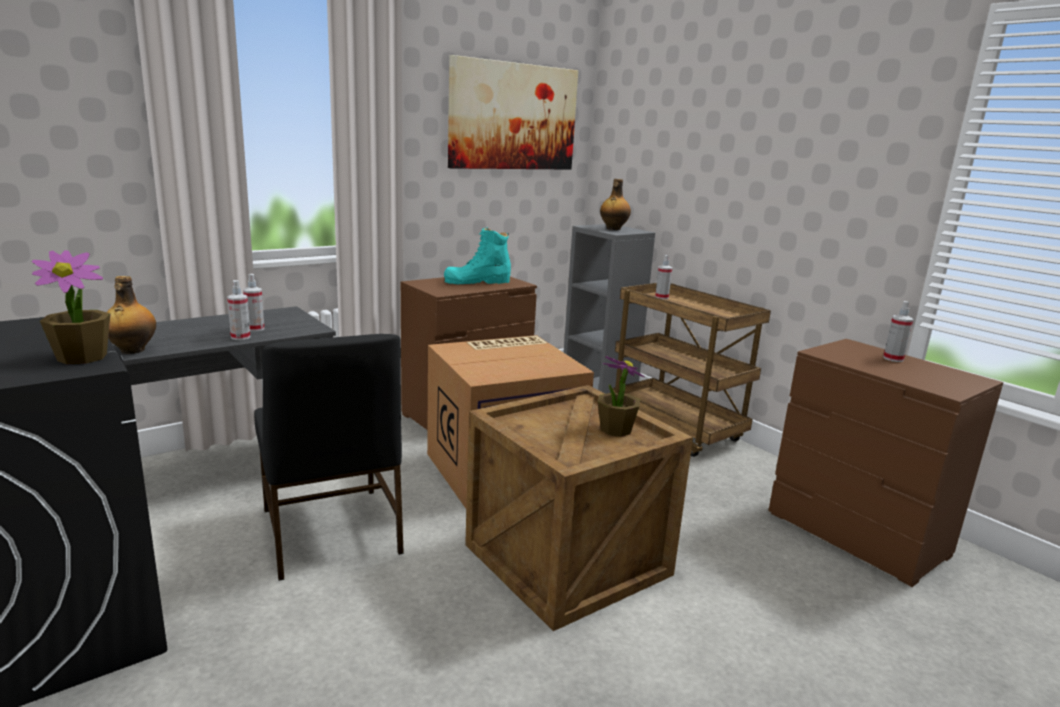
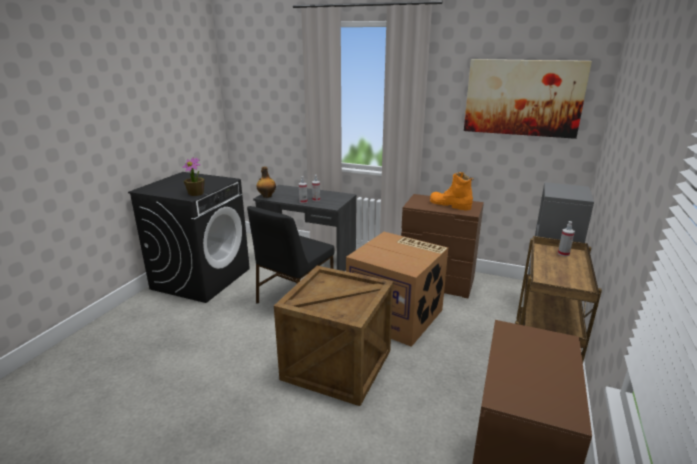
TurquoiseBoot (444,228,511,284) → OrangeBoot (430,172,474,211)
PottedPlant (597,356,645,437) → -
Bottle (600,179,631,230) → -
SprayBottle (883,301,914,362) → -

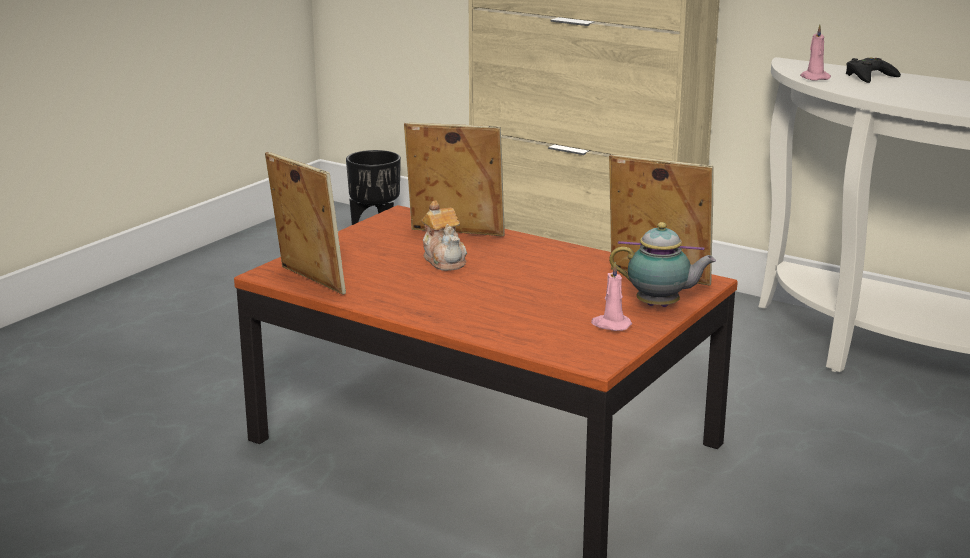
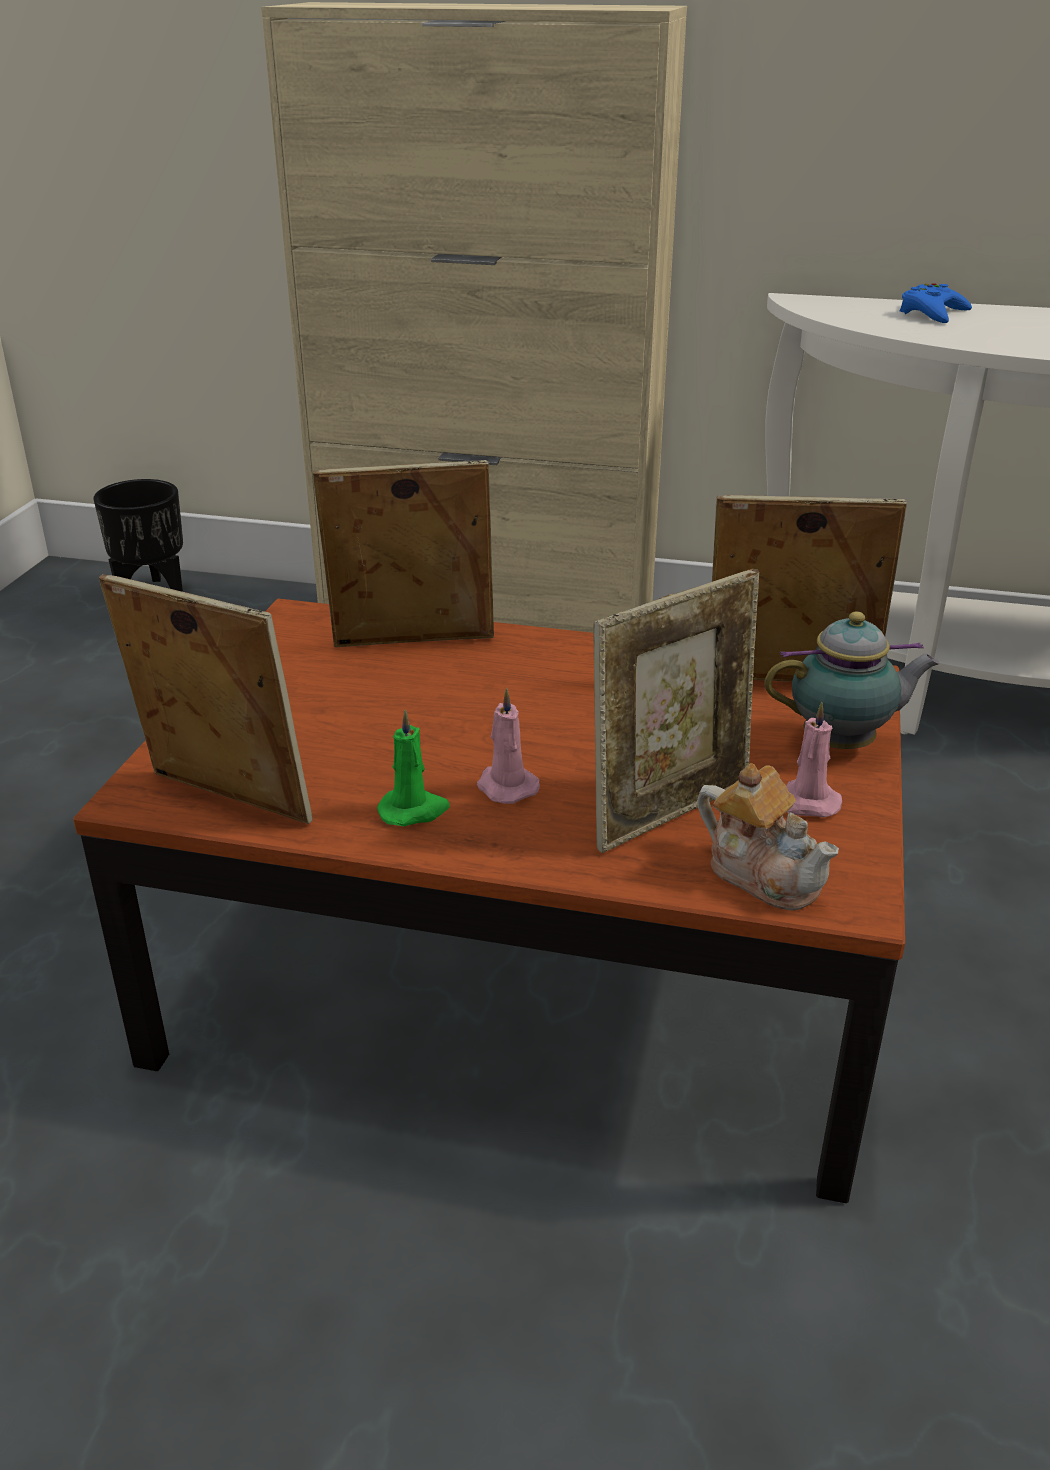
- → GreenCandle (377,709,450,826)
PinkCandle (800,25,831,81) → PinkCandle (477,688,540,804), moved
- → PictureFrame (594,569,759,853)
Teapot (421,200,467,271) → Teapot (697,763,839,911), moved
BlackGameController (846,58,901,83) → BlueGameController (900,283,972,323)

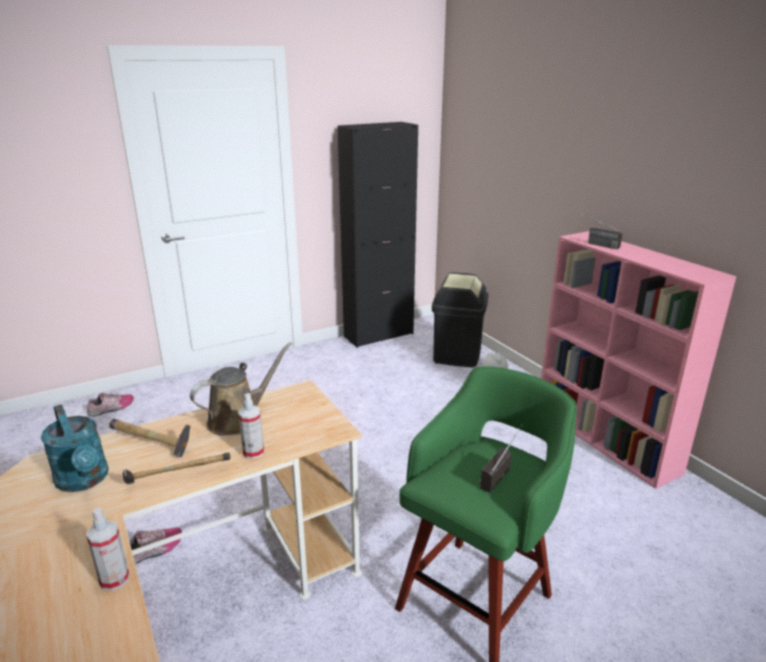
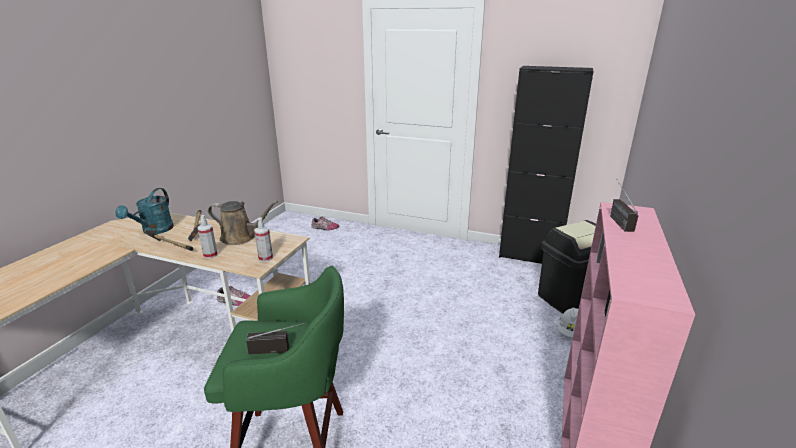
SprayBottle (86,508,129,591) → SprayBottle (254,217,273,262), moved

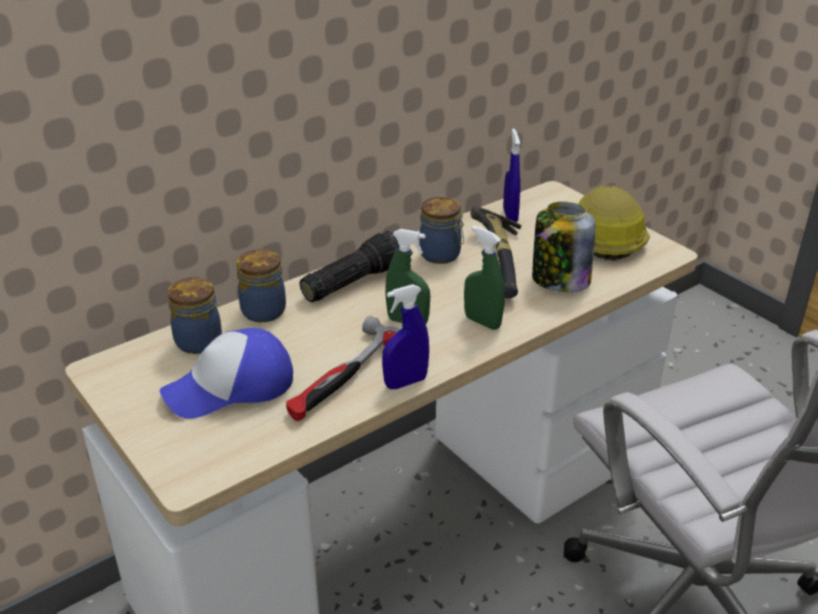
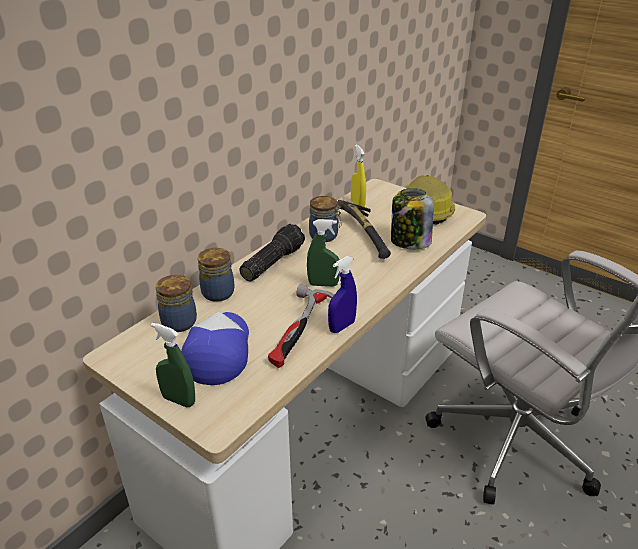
GreenSprayBottle (464,225,505,330) → GreenSprayBottle (151,323,195,407), moved
Cap (160,328,293,419) → Cap (181,312,249,385), 135 degrees clockwise
BlueSprayBottle (503,129,521,222) → YellowSprayBottle (351,144,366,207)

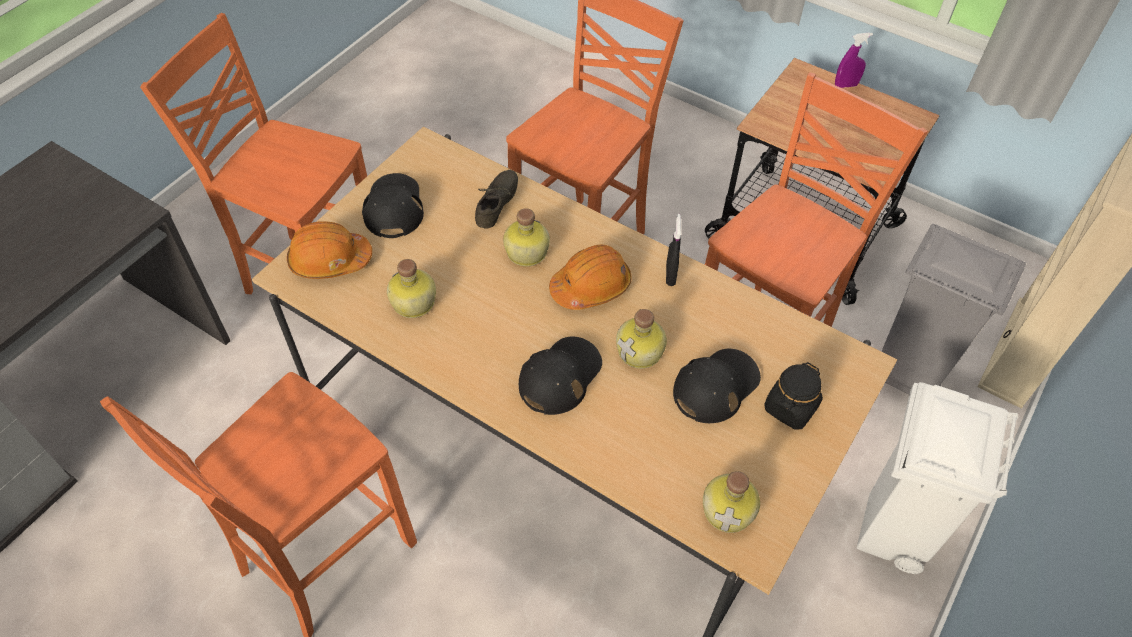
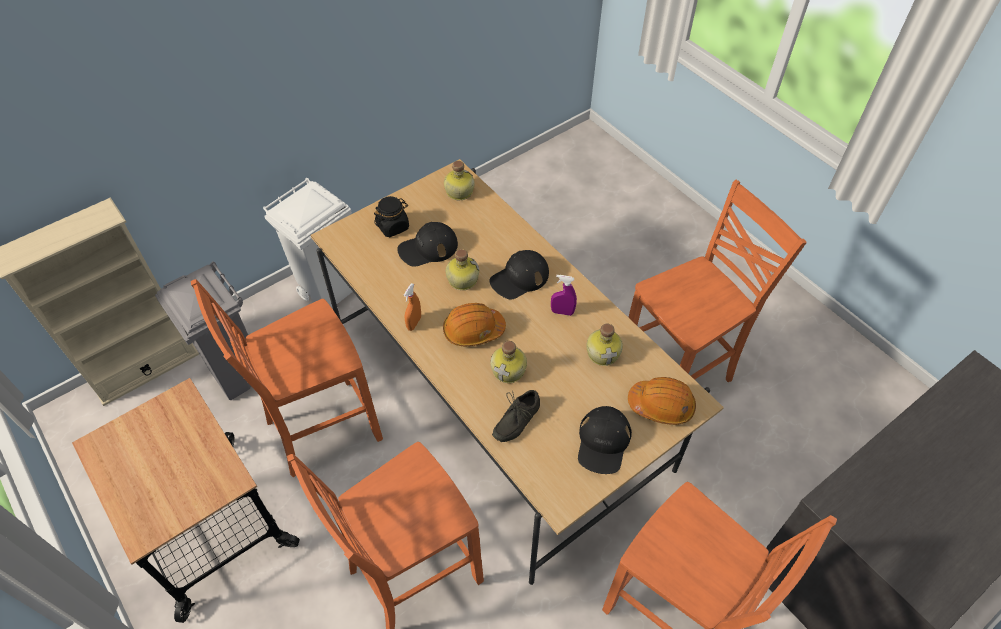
BlackSprayBottle (666,214,681,286) → OrangeSprayBottle (404,283,421,331)
PurpleSprayBottle (835,33,873,88) → PurpleSprayBottle (551,275,577,316), moved

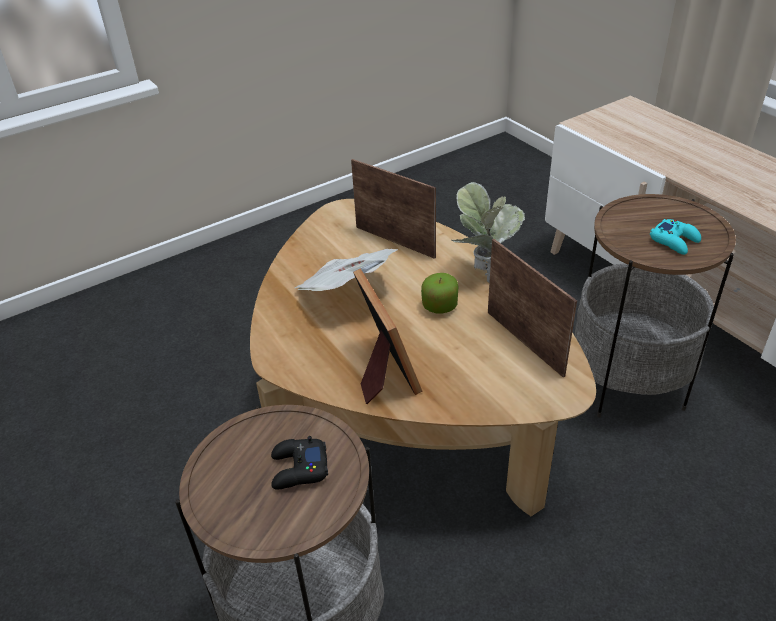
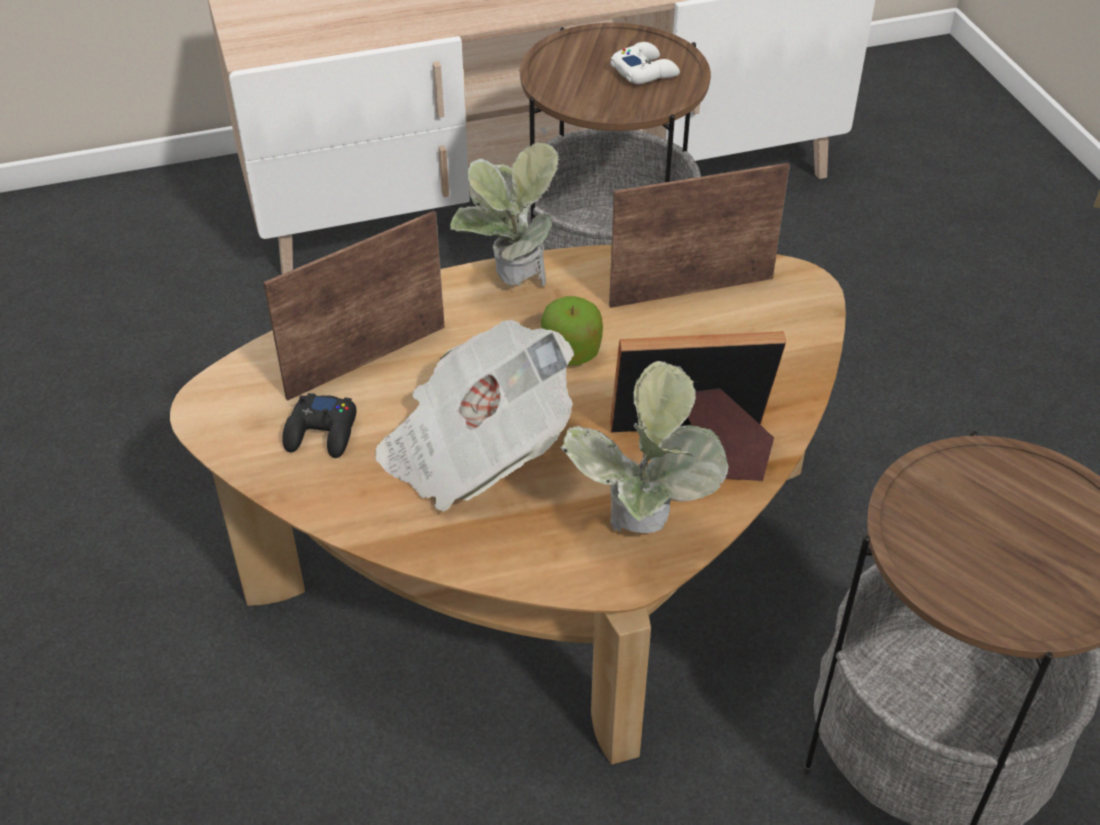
BlackGameController (271,436,328,489) → BlackGameController (282,393,356,458), moved
- → PottedPlant (560,361,729,533)
TurquoiseGameController (650,219,701,255) → WhiteGameController (610,42,680,84)

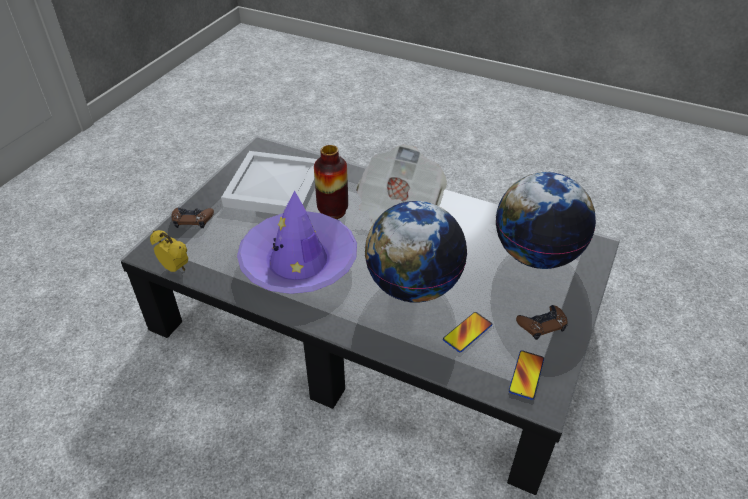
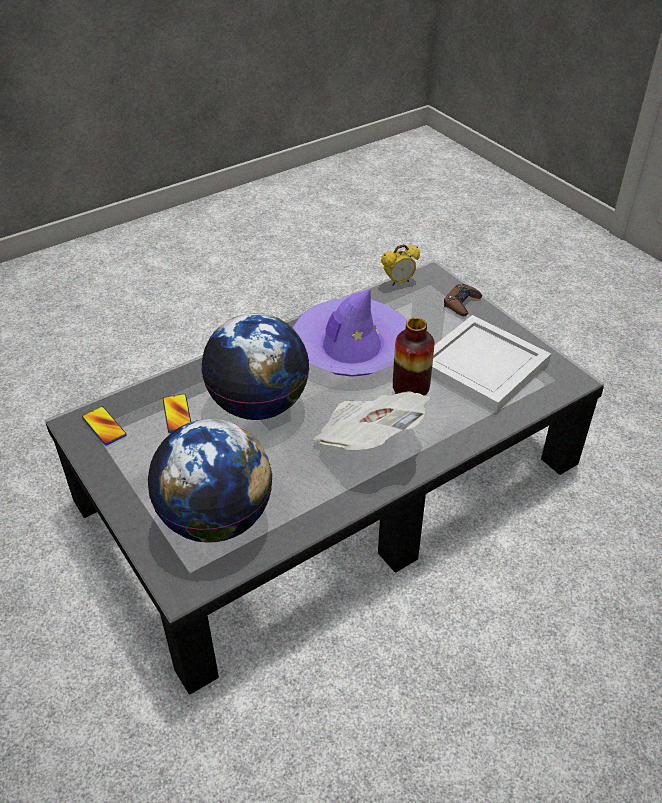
BrownGameController (516,305,568,340) → -

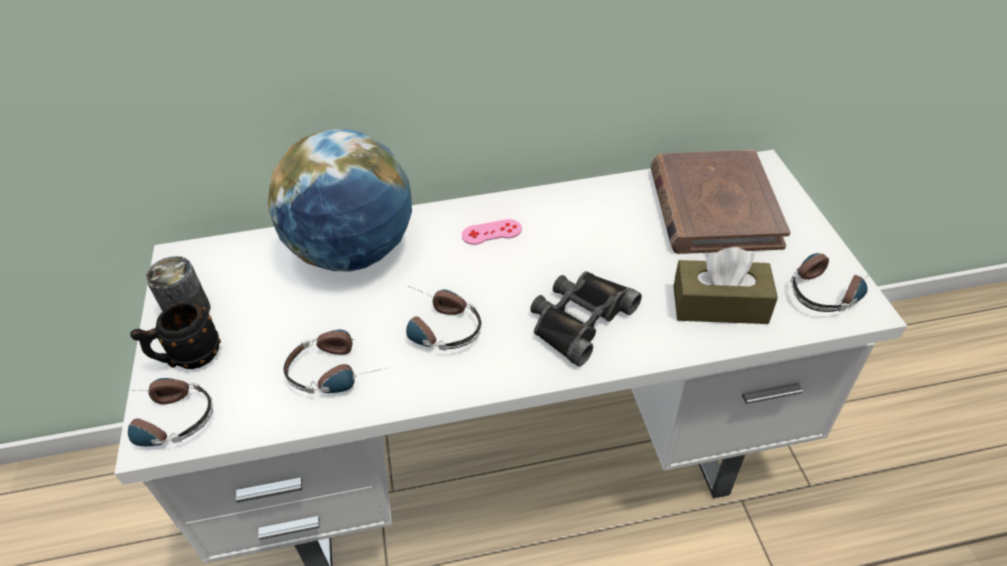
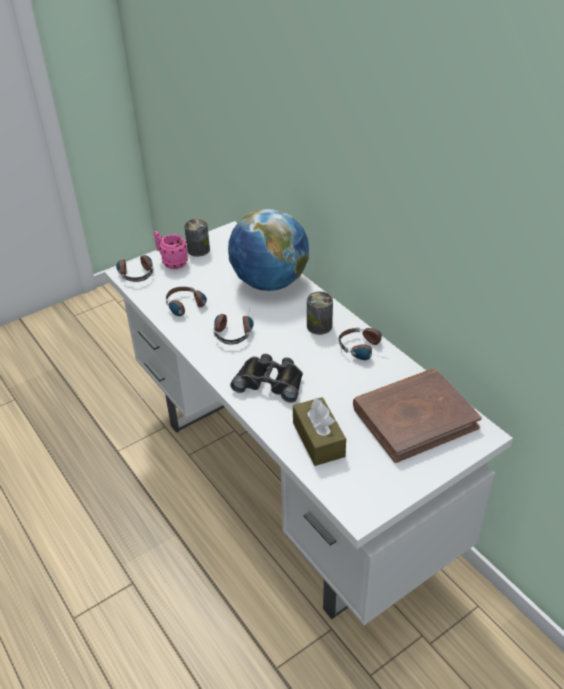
BlackMug (130,302,221,369) → PinkMug (153,231,188,269)
PinkGameController (462,219,522,245) → Can (307,292,333,335)
Headphones (791,253,877,312) → Headphones (339,327,384,360), moved

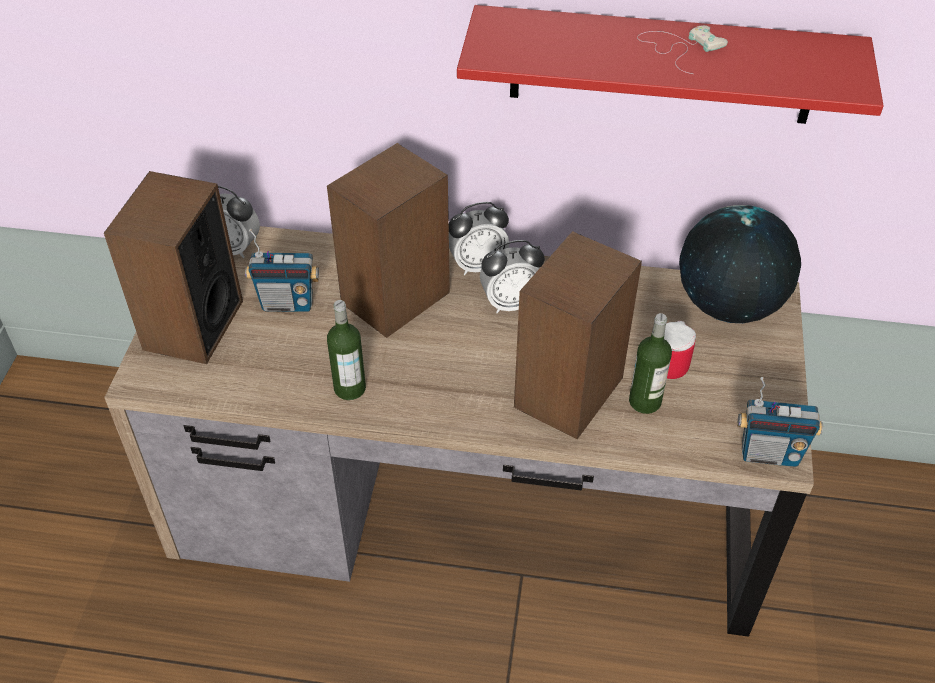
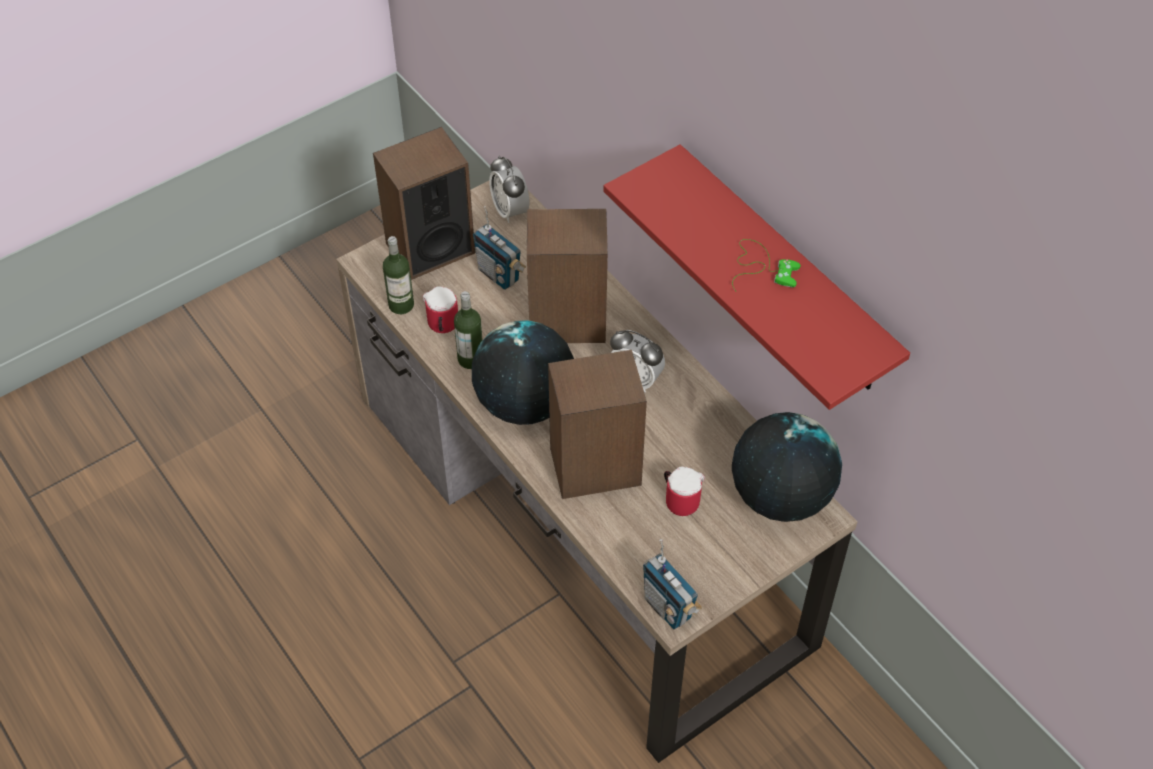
Bottle (629,313,672,414) → Bottle (383,236,414,314), moved
- → Mug (422,286,458,333)
- → Globe (472,320,574,425)
WhiteGameController (637,25,728,74) → GreenGameController (732,239,801,291)
AlarmClock (449,202,509,275) → -

